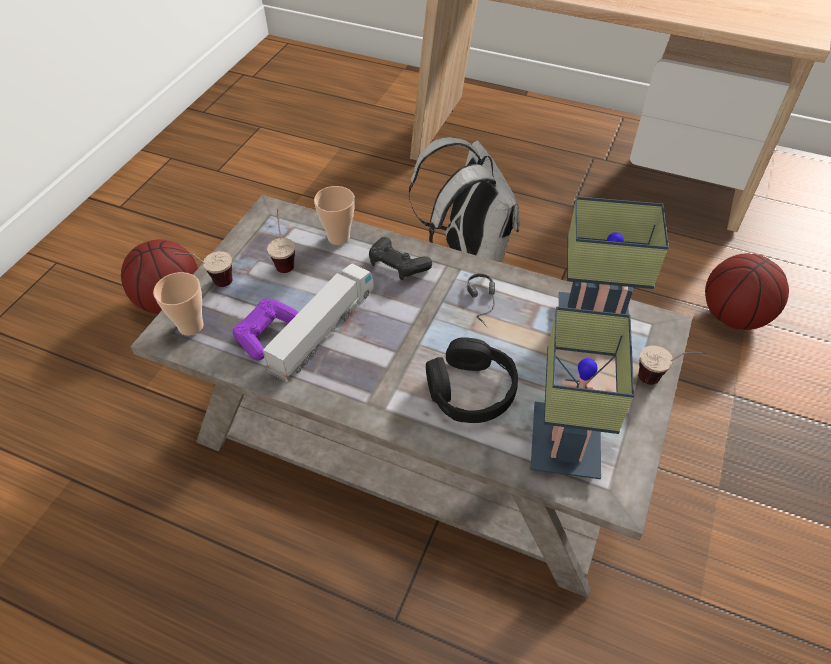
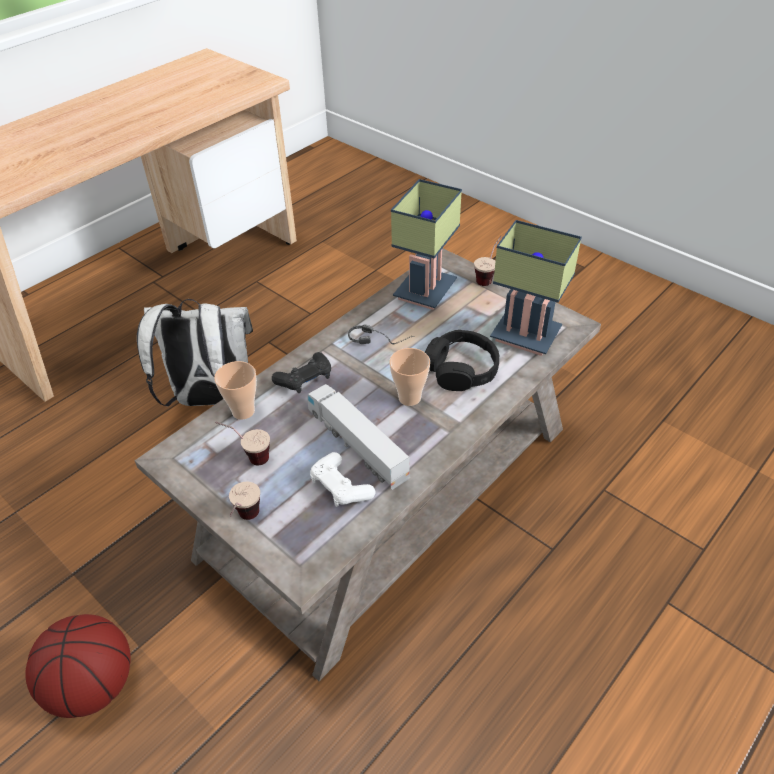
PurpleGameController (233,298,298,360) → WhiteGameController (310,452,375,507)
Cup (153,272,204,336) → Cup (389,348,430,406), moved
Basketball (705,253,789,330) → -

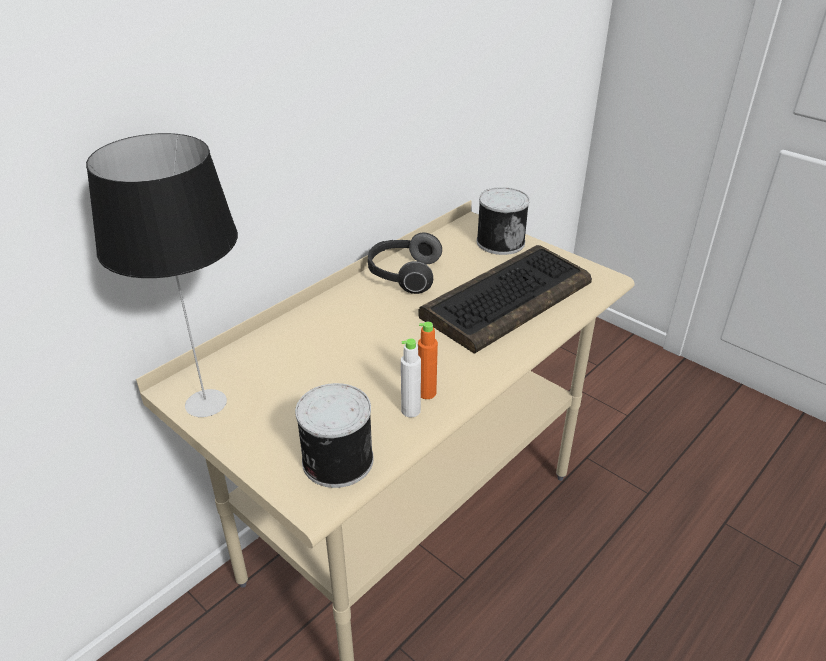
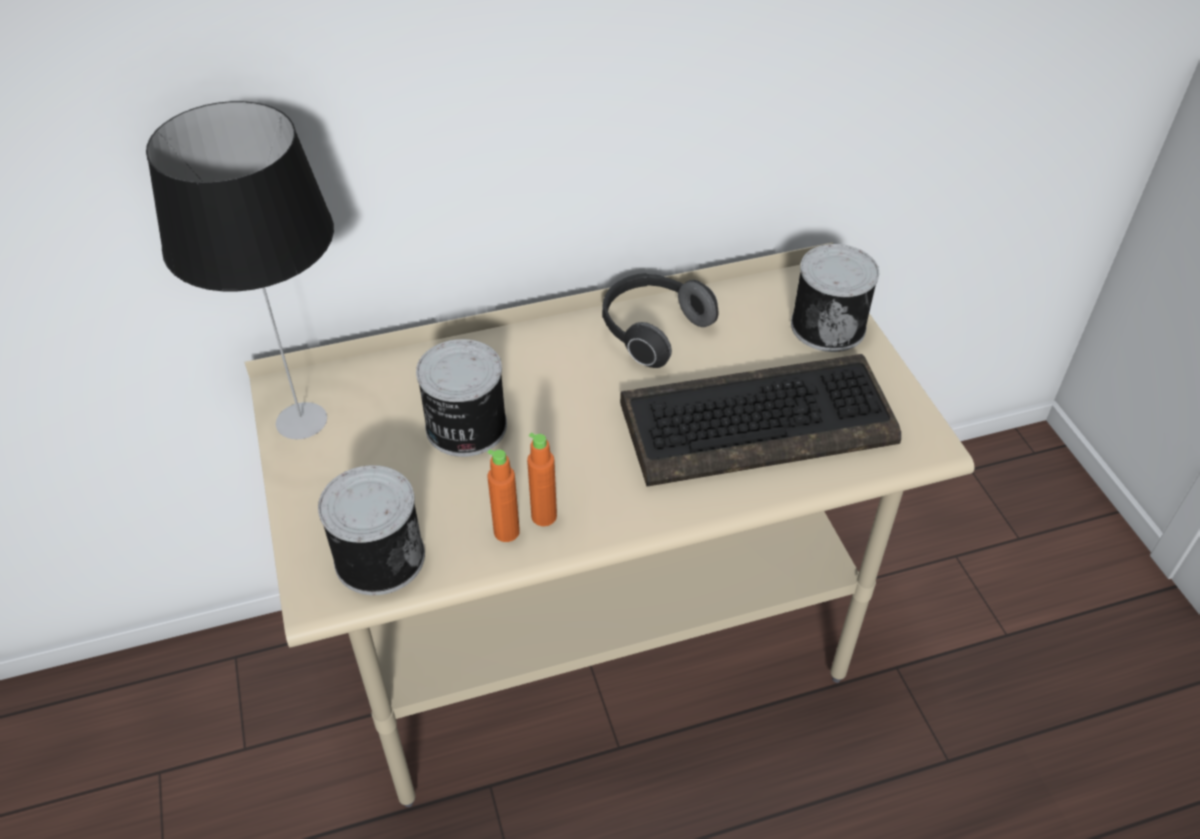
- → Can (416,339,507,457)
WhiteBottle (401,338,421,417) → OrangeBottle (487,449,520,542)

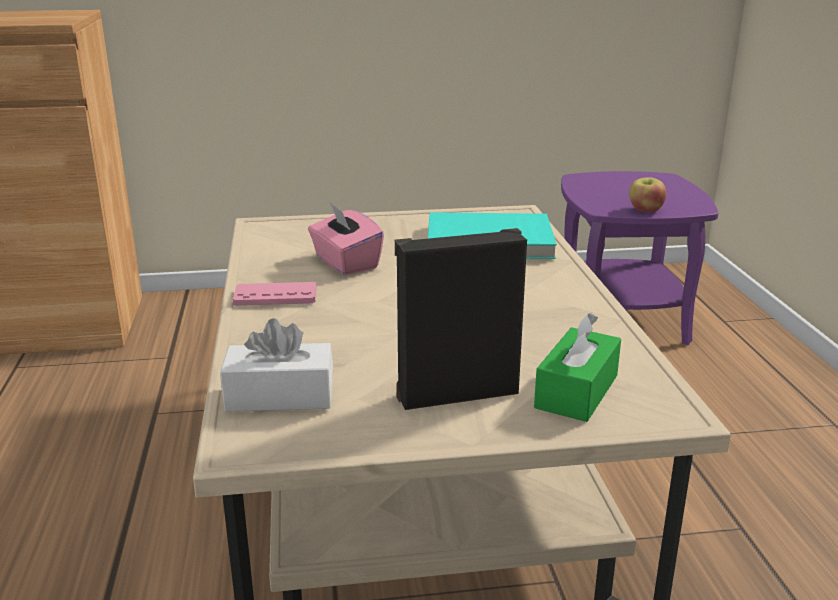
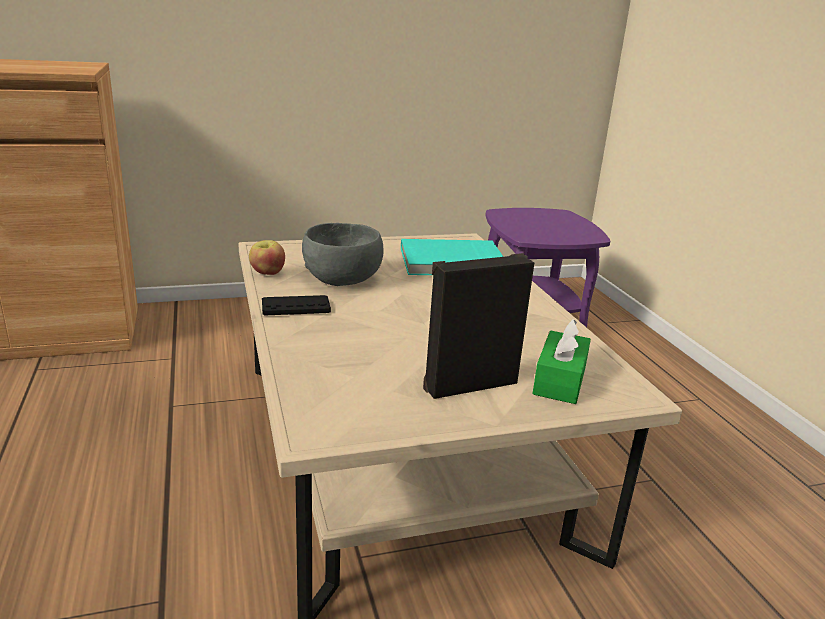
Apple (629,177,666,212) → Apple (249,240,285,275), moved
PinkGameController (232,282,317,306) → BlackGameController (262,295,331,316)
PinkTissueBox (308,203,384,275) → GreyBowl (302,223,384,286)
WhiteTissueBox (220,318,333,412) → -

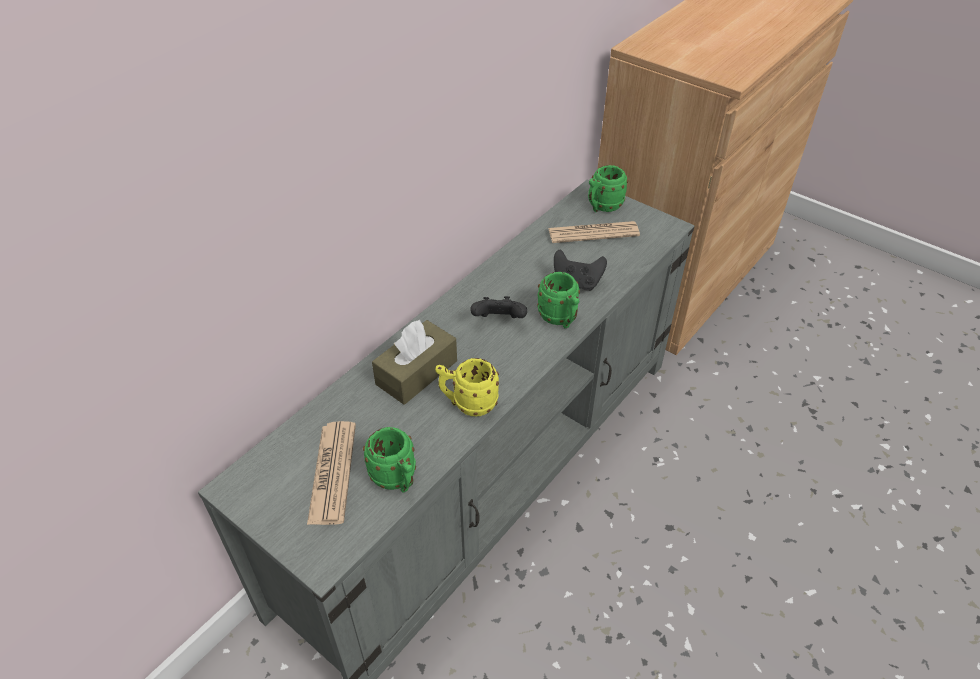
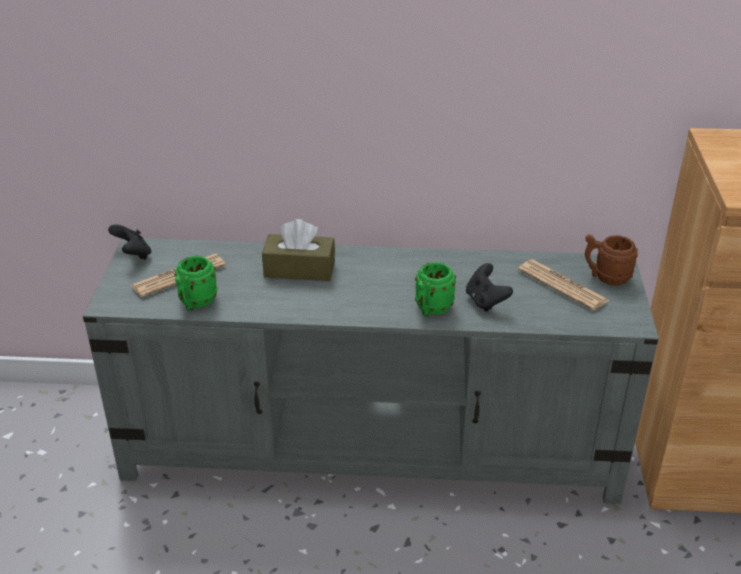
BlackGameController (470,296,527,318) → BlackGameController (108,224,151,260), moved
GreenMug (588,165,628,212) → BrownMug (585,235,638,285)
YellowMug (435,358,499,416) → -

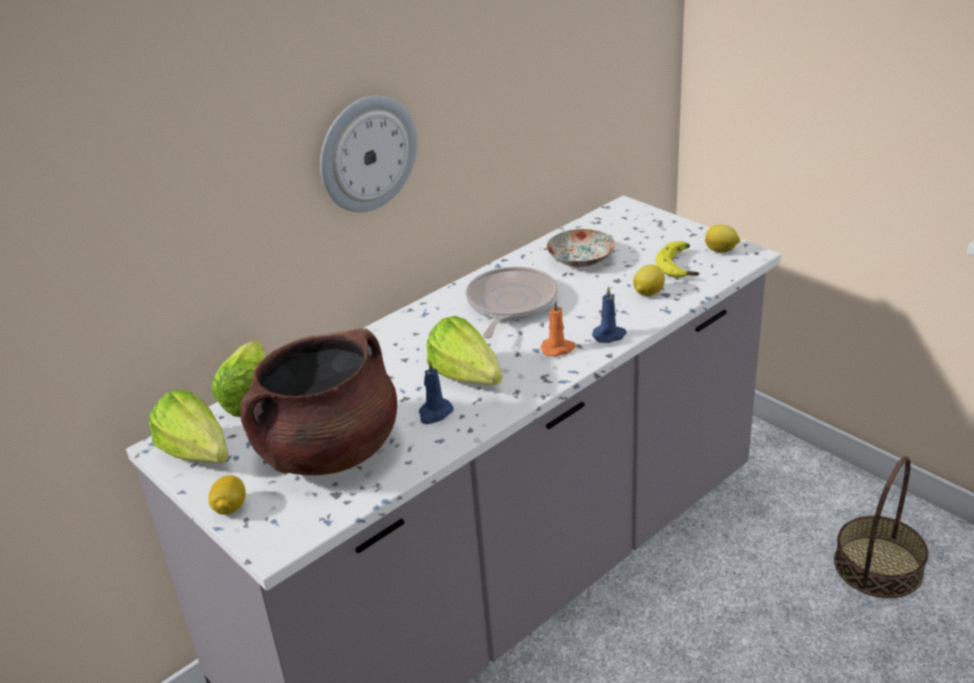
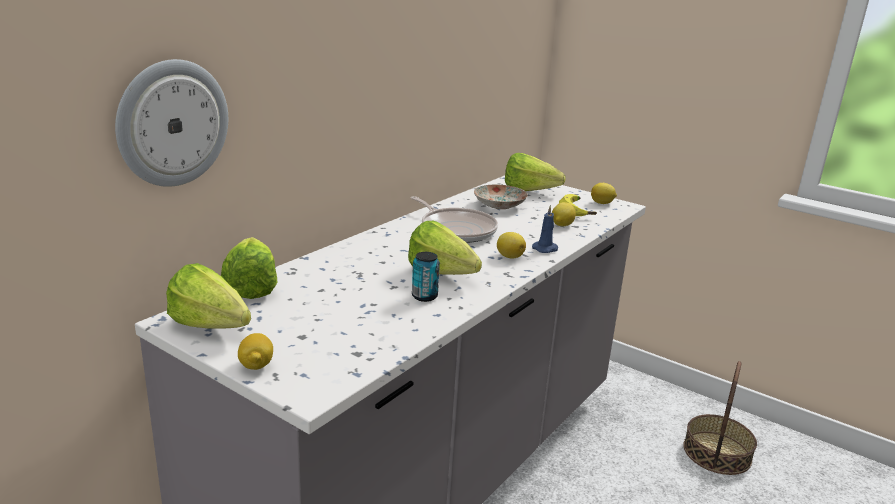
WallClock (320,95,417,212) → WallClock (115,59,228,187), moved
FryingPan (466,267,558,338) → FryingPan (411,196,498,243), 135 degrees clockwise
BlueCandle (419,361,454,424) → Can (412,252,440,302)
OrangeCandle (540,299,576,356) → Lemon (497,232,526,259)
- → Lettuce (505,153,565,191)
BrownCookingPot (240,328,397,475) → -

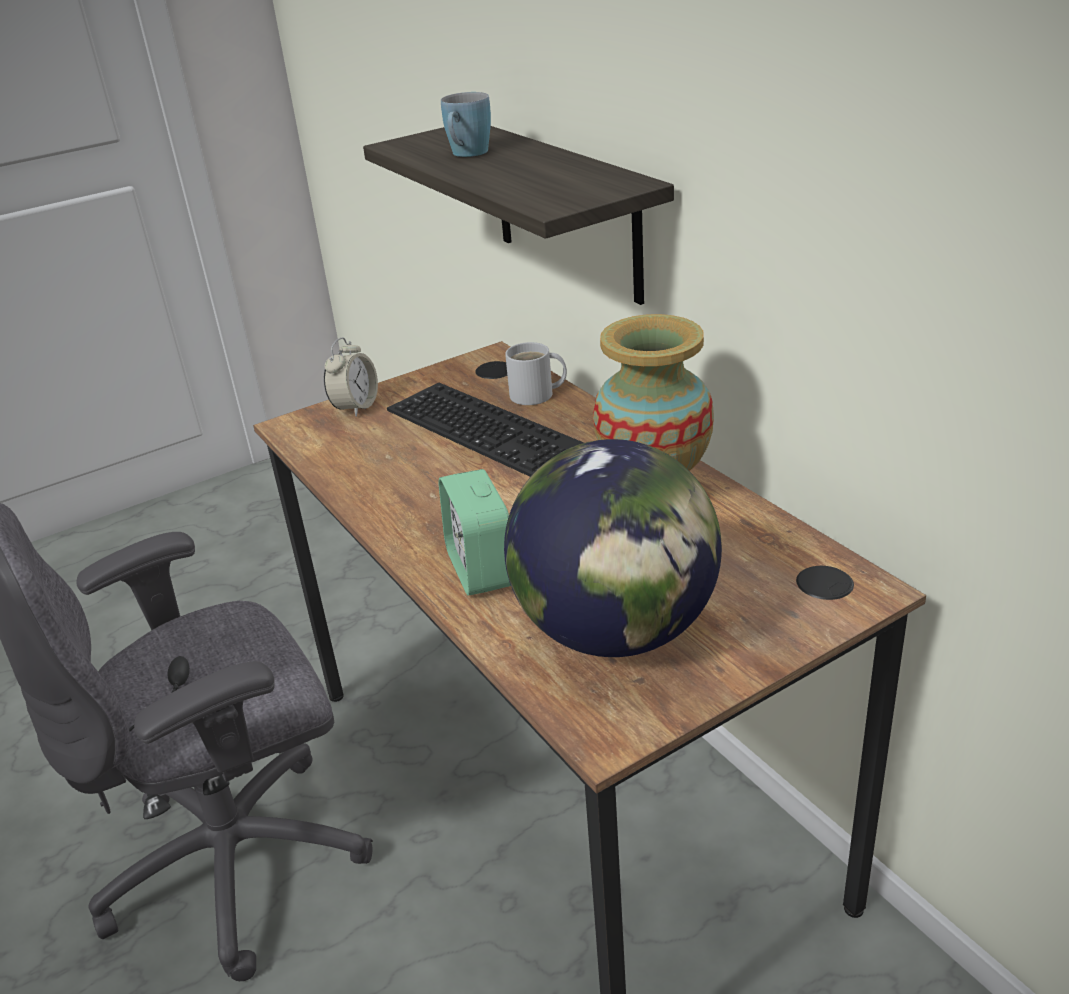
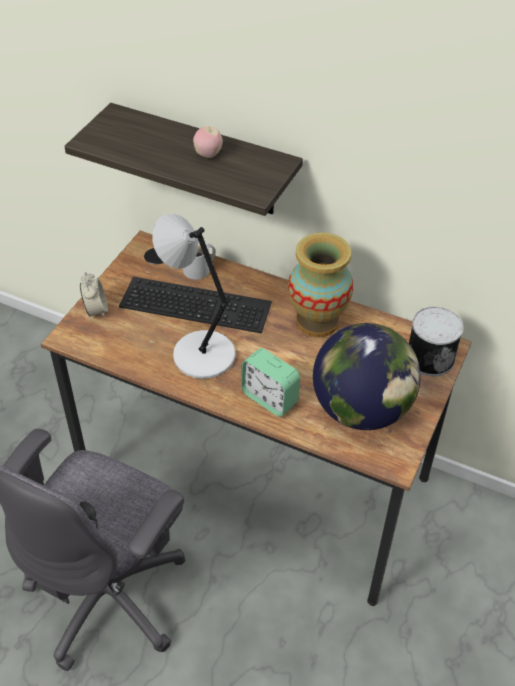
- → GreyTableLamp (152,213,235,379)
- → Apple (193,126,223,158)
- → Can (409,306,464,376)
BlueMug (441,92,491,157) → -

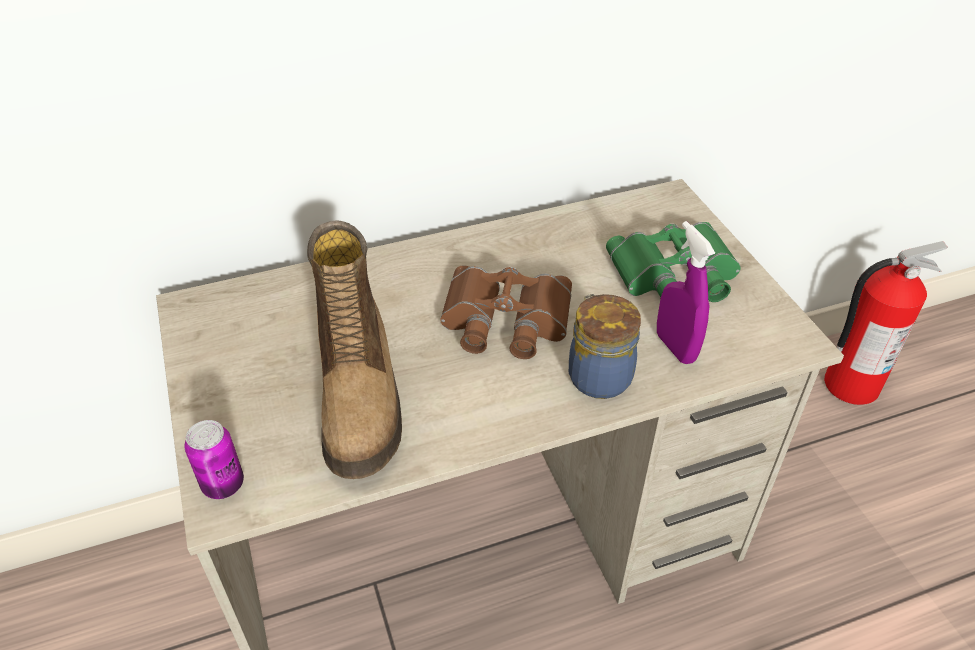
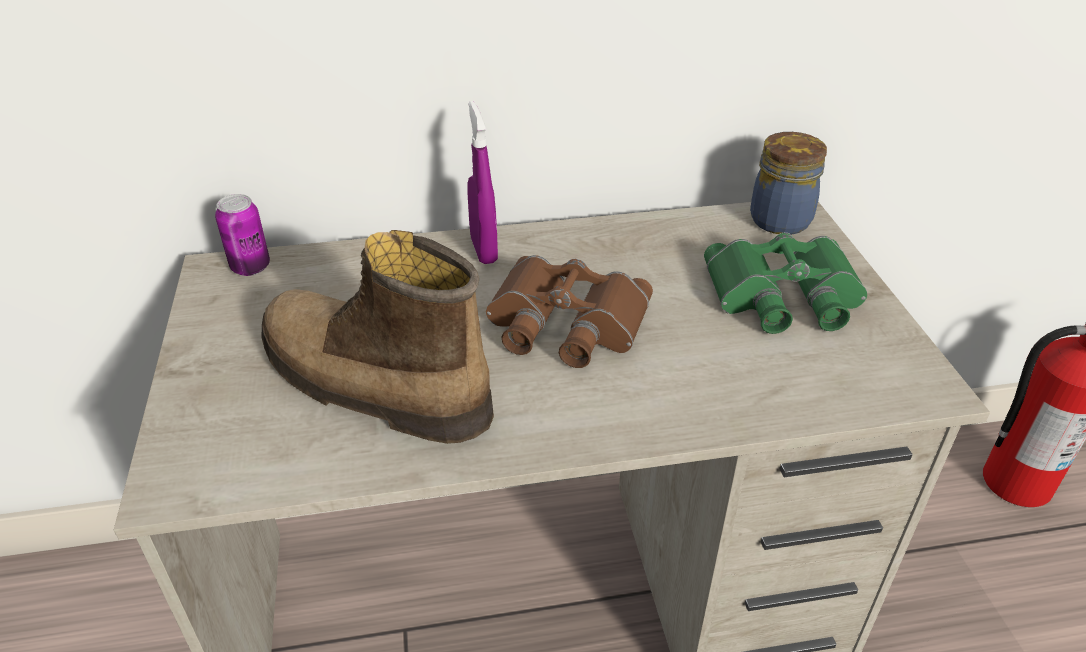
Can (185,420,244,499) → Can (215,194,270,276), moved
Boot (307,221,402,479) → Boot (261,230,494,444), 120 degrees clockwise
PurpleSprayBottle (657,221,715,364) → PurpleSprayBottle (467,101,498,264), moved
Jar (569,294,641,399) → Jar (750,132,827,235), moved

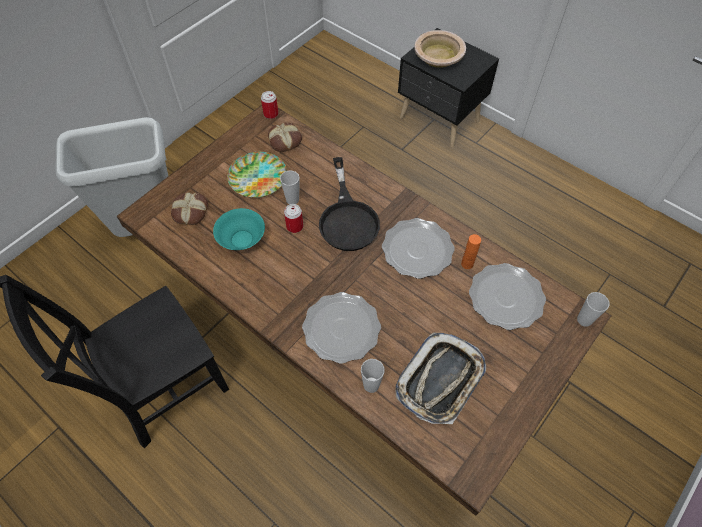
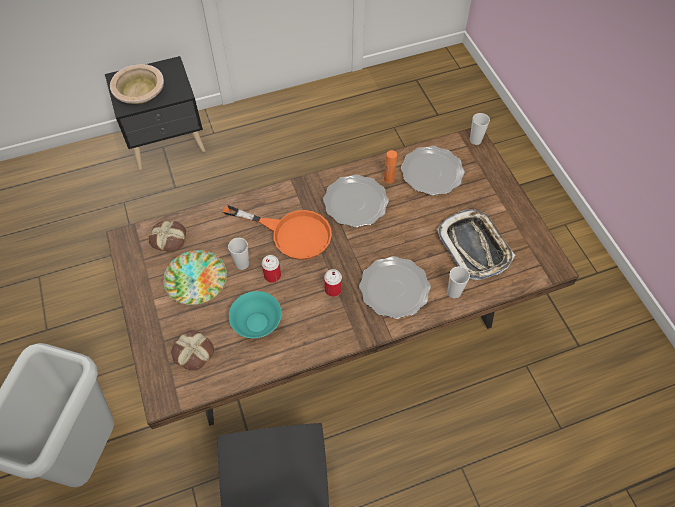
BlackFryingPan (319,157,380,251) → OrangeFryingPan (223,205,332,260)
Can (261,91,278,119) → Can (324,269,342,297), moved

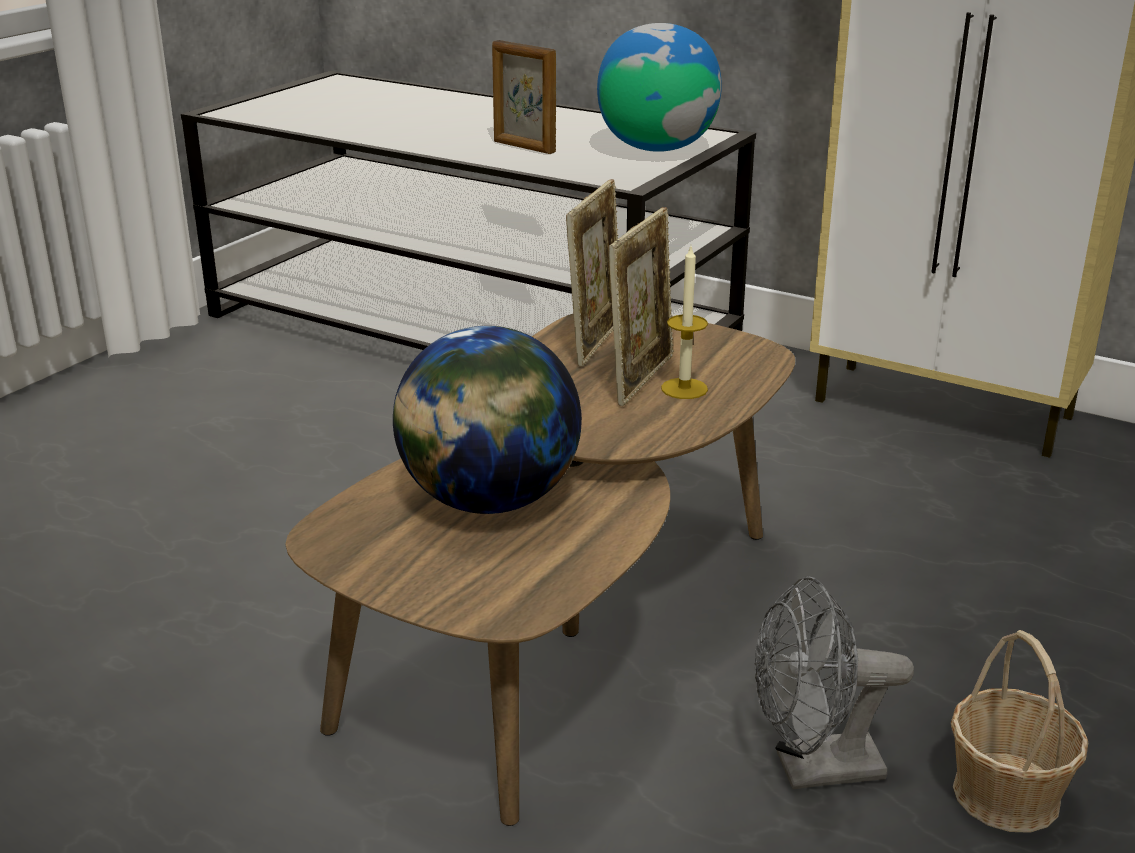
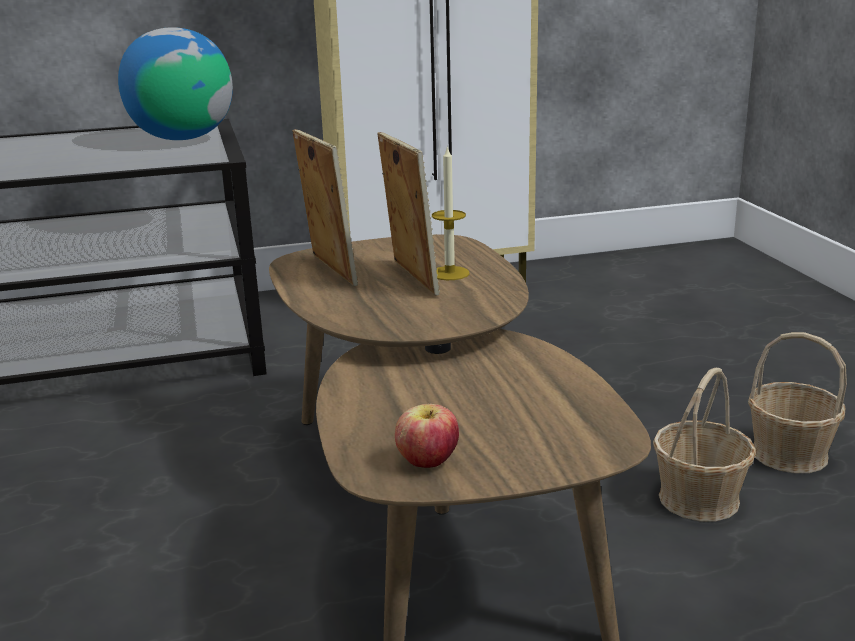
- → Apple (395,404,459,468)
GreyFan (755,576,914,789) → Basket (653,368,756,521)
Globe (393,326,582,514) → -
PictureFrame (492,40,556,154) → -

